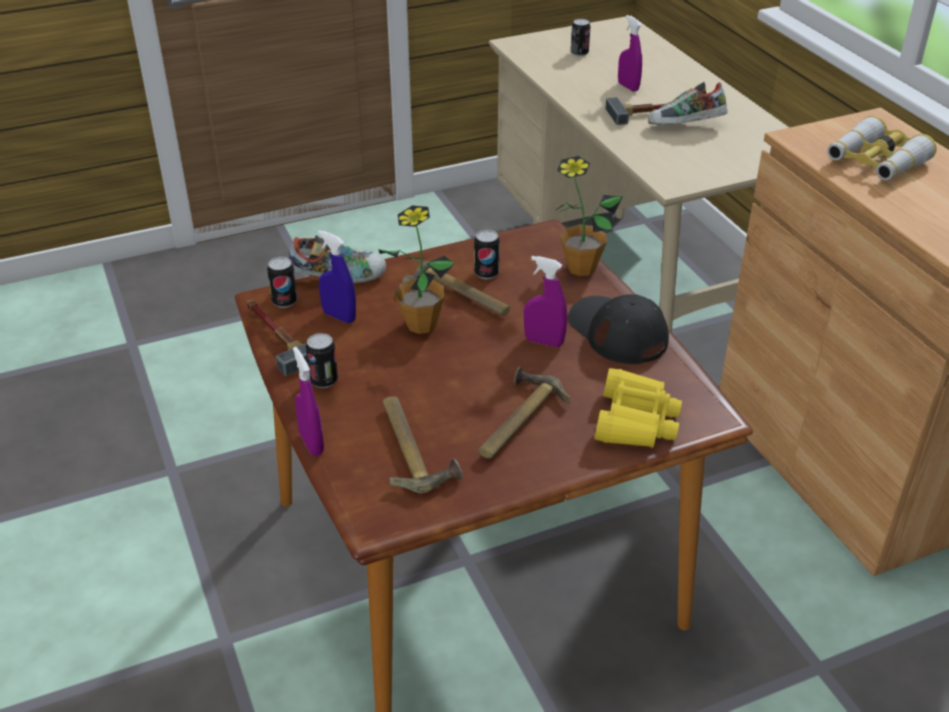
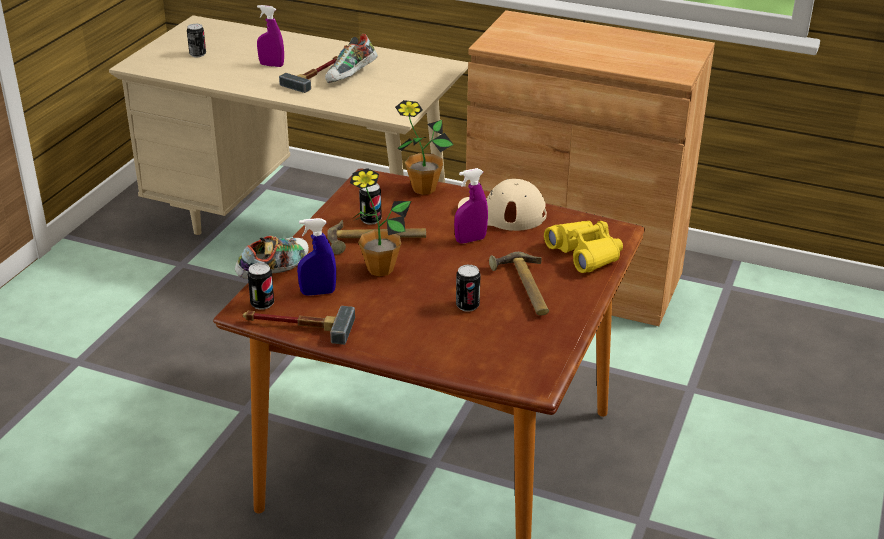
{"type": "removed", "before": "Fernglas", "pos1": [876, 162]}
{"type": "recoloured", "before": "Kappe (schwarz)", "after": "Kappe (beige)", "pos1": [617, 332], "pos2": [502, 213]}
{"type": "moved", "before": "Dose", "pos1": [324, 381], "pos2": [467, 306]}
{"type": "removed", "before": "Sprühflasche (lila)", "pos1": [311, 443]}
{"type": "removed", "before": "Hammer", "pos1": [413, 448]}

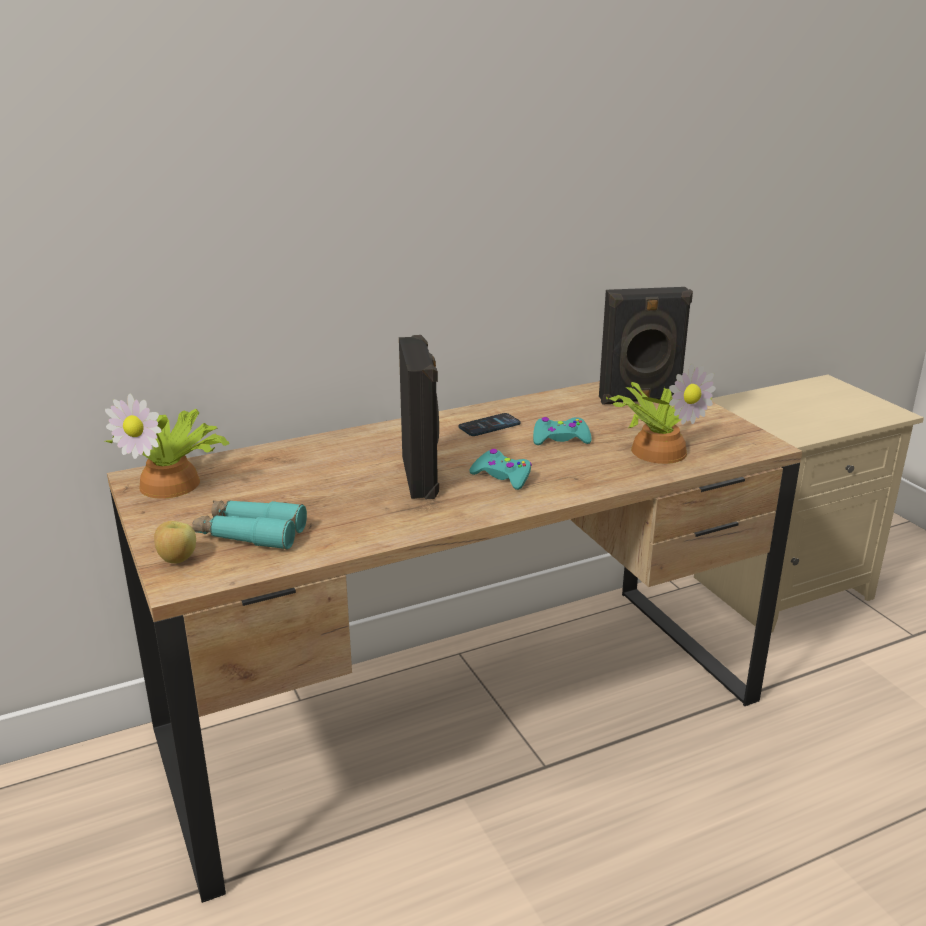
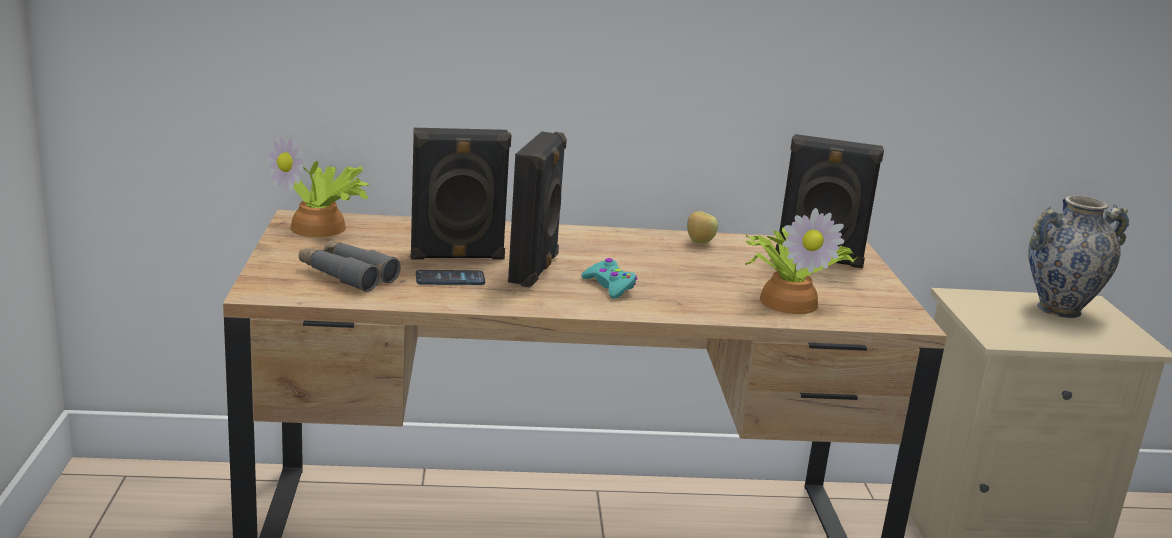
{"type": "moved", "before": "Handy", "pos1": [489, 426], "pos2": [450, 279]}
{"type": "removed", "before": "Gamepad (türkis)", "pos1": [560, 439]}
{"type": "recoloured", "before": "Fernglas (türkis)", "after": "Fernglas (grau)", "pos1": [250, 534], "pos2": [347, 275]}
{"type": "moved", "before": "Apfel", "pos1": [177, 560], "pos2": [699, 242]}
{"type": "added", "after": "Lautsprecher (schwarz)", "pos2": [457, 256]}
{"type": "added", "after": "Vase", "pos2": [1059, 309]}

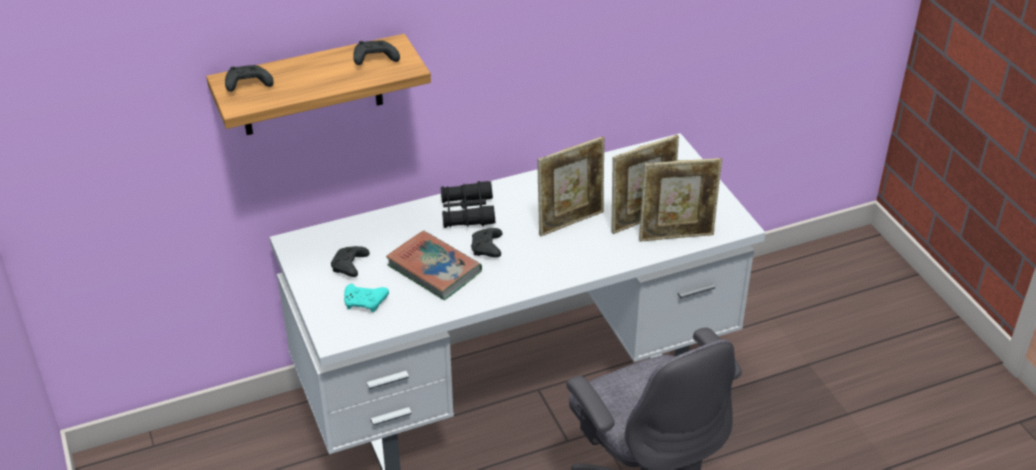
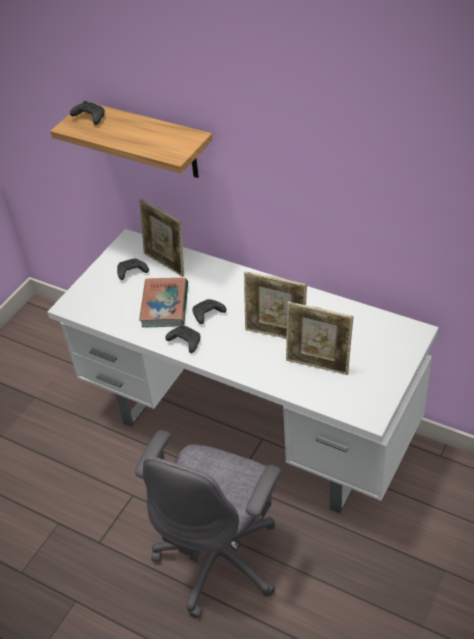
{"type": "moved", "before": "Gamepad (schwarz)", "pos1": [374, 60], "pos2": [184, 342]}
{"type": "moved", "before": "Bilderrahmen", "pos1": [676, 235], "pos2": [166, 263]}
{"type": "removed", "before": "Fernglas (schwarz)", "pos1": [467, 212]}
{"type": "removed", "before": "Gamepad (türkis)", "pos1": [365, 303]}

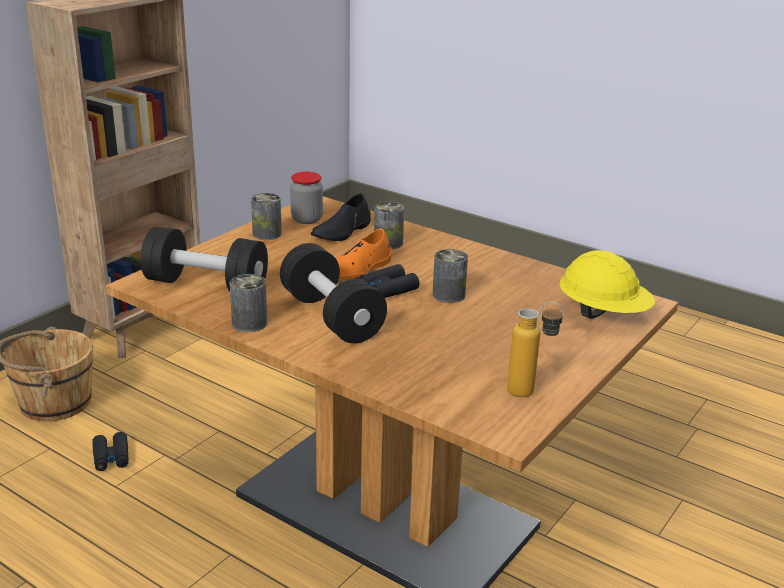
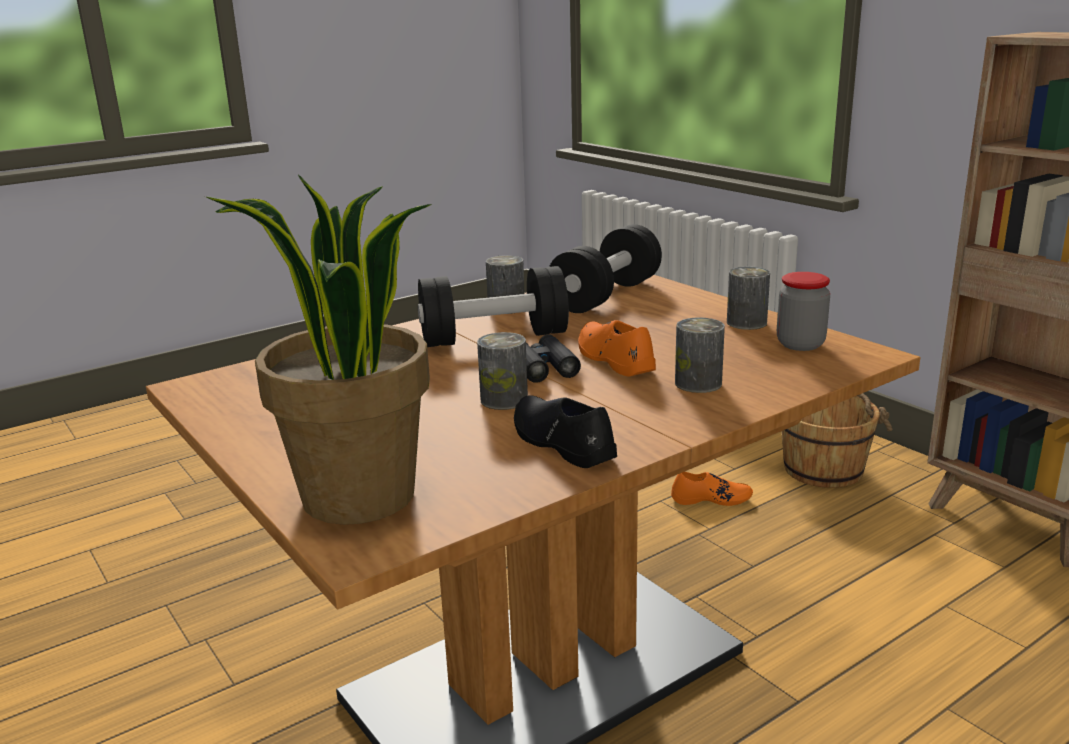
{"type": "moved", "before": "Schuh (schwarz)", "pos1": [342, 232], "pos2": [561, 442]}
{"type": "replaced", "before": "Schutzhelm (gelb)", "after": "Topfpflanze", "pos1": [603, 314], "pos2": [357, 497]}
{"type": "removed", "before": "Flasche", "pos1": [530, 395]}
{"type": "replaced", "before": "Fernglas (schwarz)", "after": "Schuh (orange)", "pos1": [111, 457], "pos2": [711, 499]}

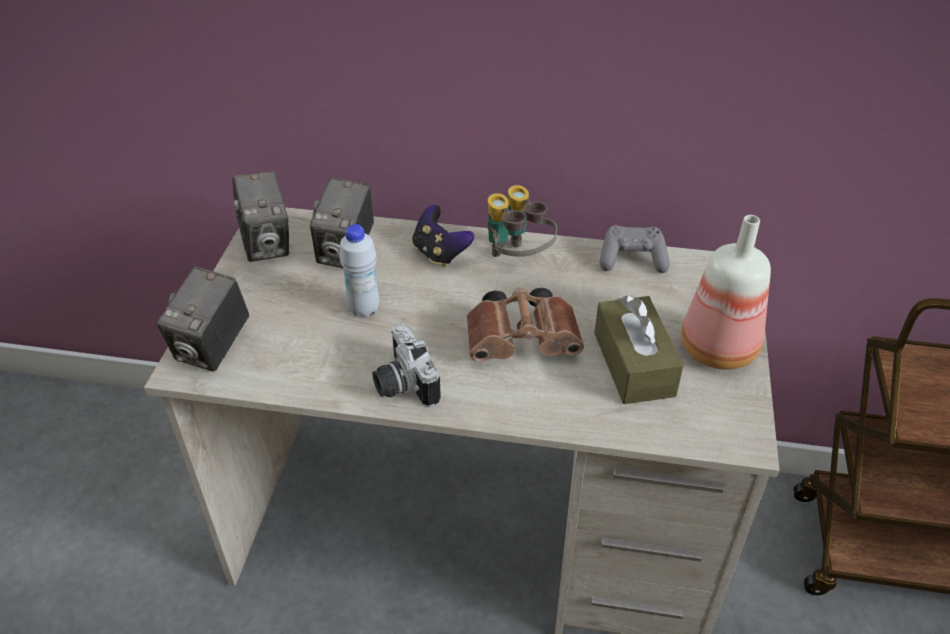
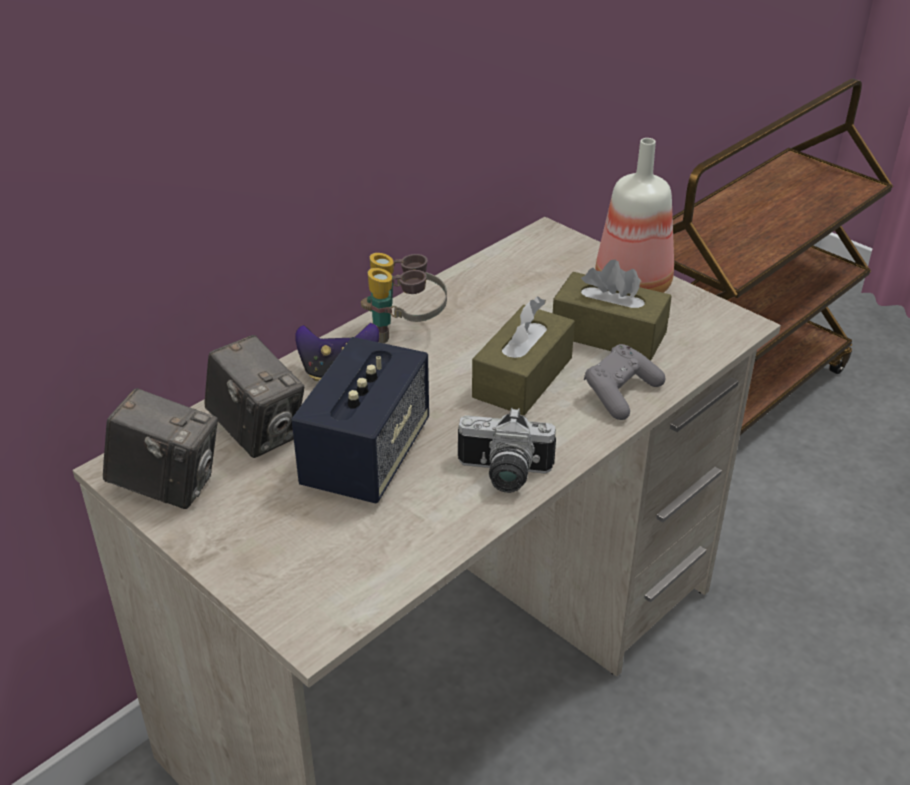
{"type": "replaced", "before": "Flasche (weiß)", "after": "Lautsprecher", "pos1": [364, 309], "pos2": [366, 456]}
{"type": "moved", "before": "Gamepad (grau)", "pos1": [632, 260], "pos2": [620, 393]}
{"type": "removed", "before": "Kamera", "pos1": [213, 348]}
{"type": "replaced", "before": "Fernglas (braun)", "after": "Taschentuchbox (braun)", "pos1": [525, 342], "pos2": [522, 377]}

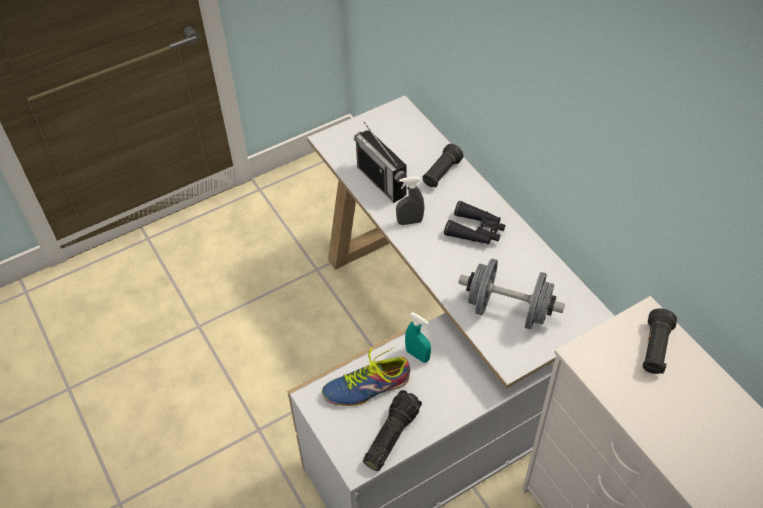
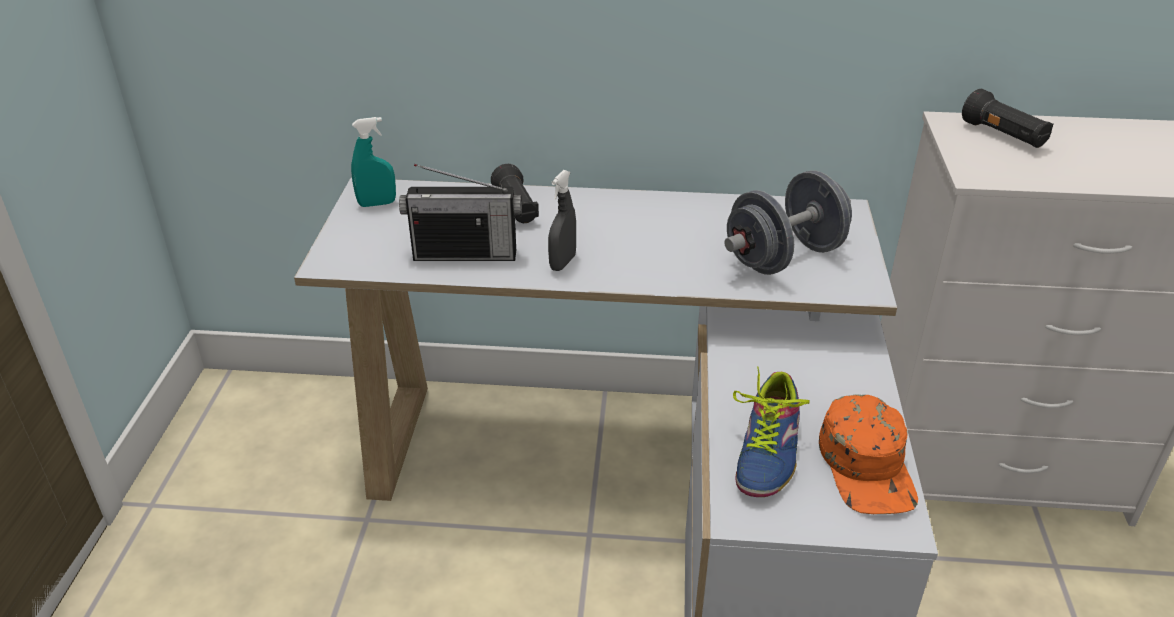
{"type": "removed", "before": "Fernglas (schwarz)", "pos1": [476, 230]}
{"type": "moved", "before": "Sprühflasche (türkis)", "pos1": [417, 355], "pos2": [377, 204]}
{"type": "replaced", "before": "Taschenlampe", "after": "Kappe (orange)", "pos1": [390, 435], "pos2": [867, 466]}

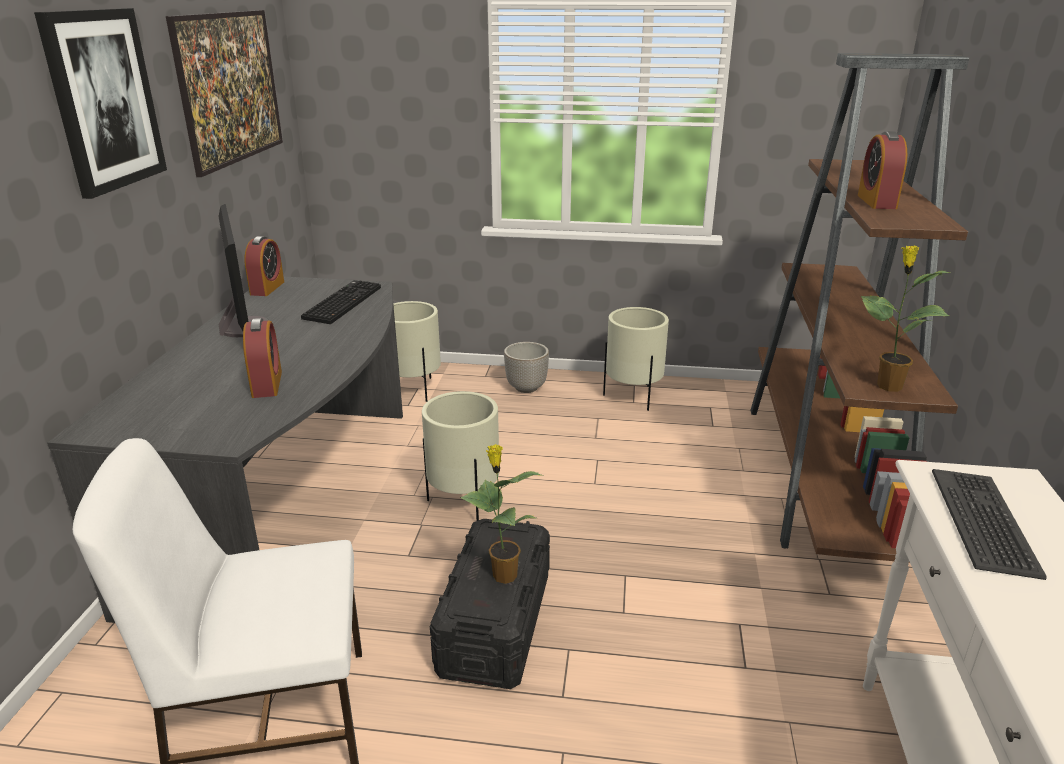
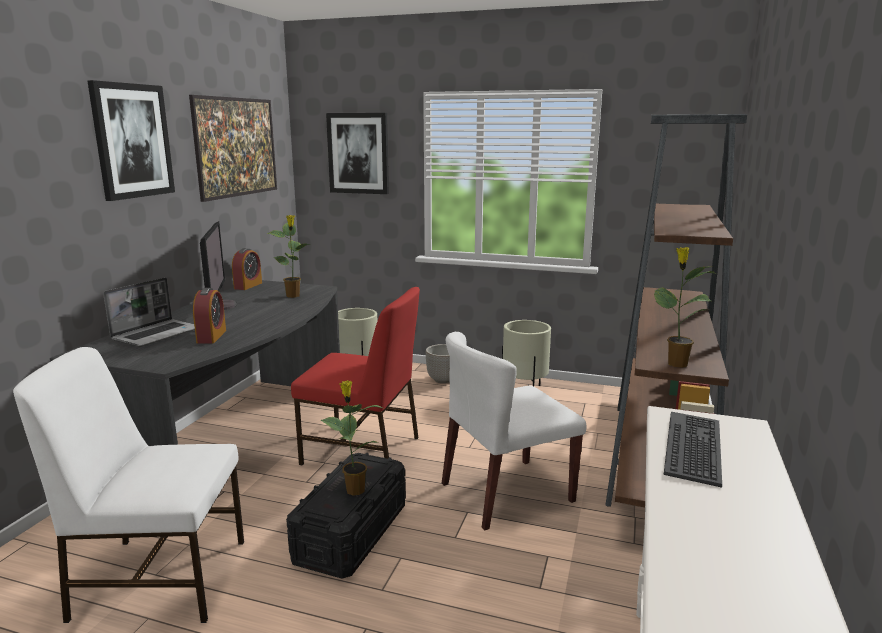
{"type": "removed", "before": "Wecker", "pos1": [876, 202]}
{"type": "replaced", "before": "Tastatur", "after": "Topfpflanze", "pos1": [342, 302], "pos2": [293, 296]}
{"type": "replaced", "before": "Pflanzkübel (beige)", "after": "Stuhl (rot)", "pos1": [464, 503], "pos2": [363, 451]}
{"type": "added", "after": "Bild", "pos2": [358, 153]}
{"type": "added", "after": "Laptop", "pos2": [157, 334]}
{"type": "added", "after": "Stuhl (weiß)", "pos2": [506, 492]}

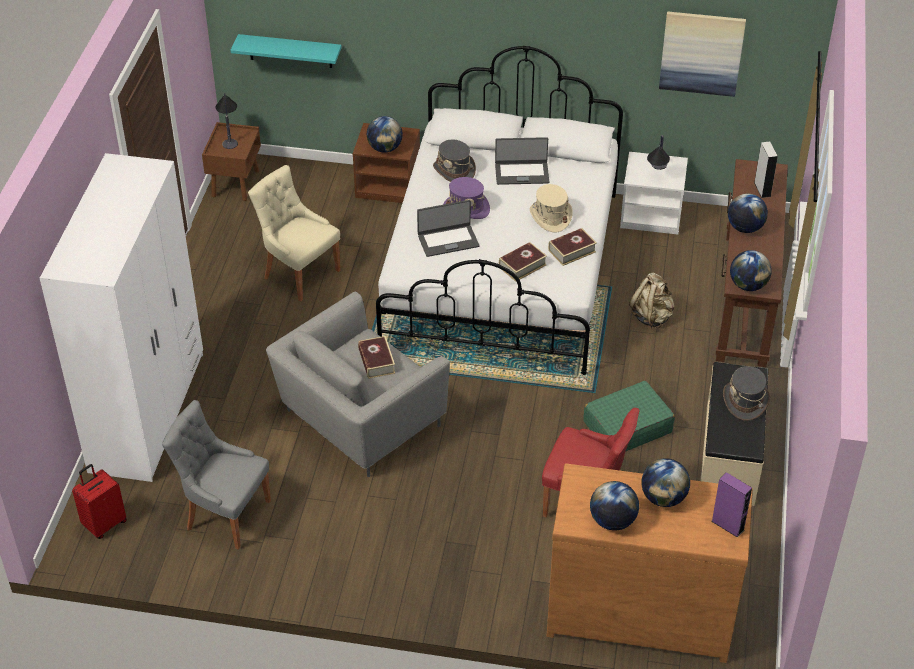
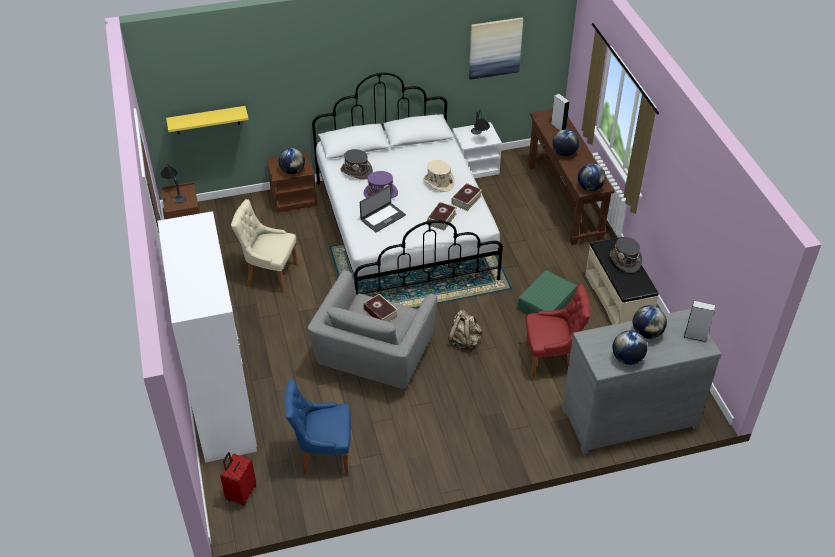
{"type": "recoloured", "before": "Wandregal (türkis)", "after": "Wandregal (gelb)", "pos1": [290, 51], "pos2": [207, 120]}
{"type": "removed", "before": "Laptop", "pos1": [522, 173]}
{"type": "moved", "before": "Rucksack (beige)", "pos1": [652, 316], "pos2": [465, 341]}
{"type": "recoloured", "before": "Stuhl (grau)", "after": "Stuhl (blau)", "pos1": [225, 514], "pos2": [323, 454]}
{"type": "recoloured", "before": "Kommode (braun)", "after": "Kommode (grau)", "pos1": [639, 610], "pos2": [627, 415]}
{"type": "recoloured", "before": "Lautsprecher (lila)", "after": "Lautsprecher (grau)", "pos1": [727, 525], "pos2": [695, 336]}

